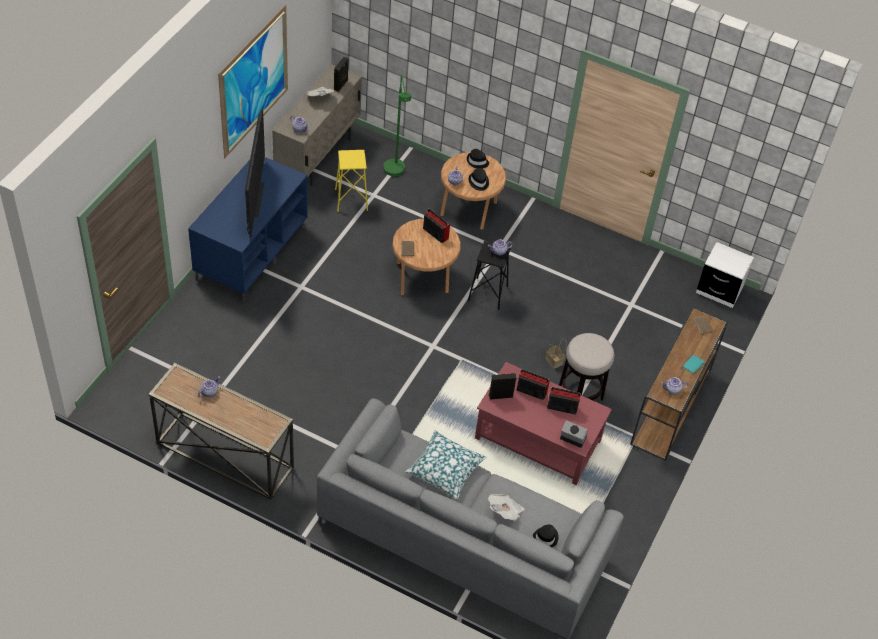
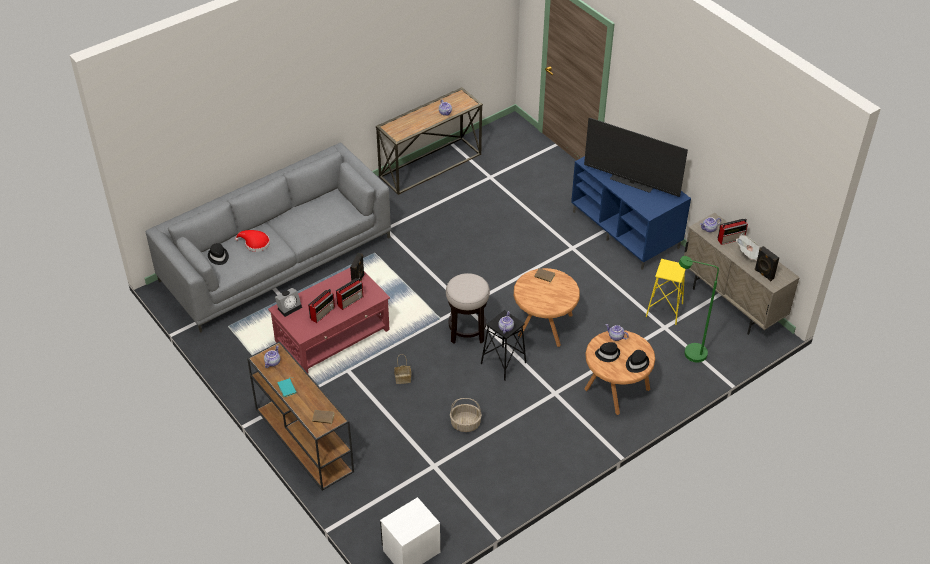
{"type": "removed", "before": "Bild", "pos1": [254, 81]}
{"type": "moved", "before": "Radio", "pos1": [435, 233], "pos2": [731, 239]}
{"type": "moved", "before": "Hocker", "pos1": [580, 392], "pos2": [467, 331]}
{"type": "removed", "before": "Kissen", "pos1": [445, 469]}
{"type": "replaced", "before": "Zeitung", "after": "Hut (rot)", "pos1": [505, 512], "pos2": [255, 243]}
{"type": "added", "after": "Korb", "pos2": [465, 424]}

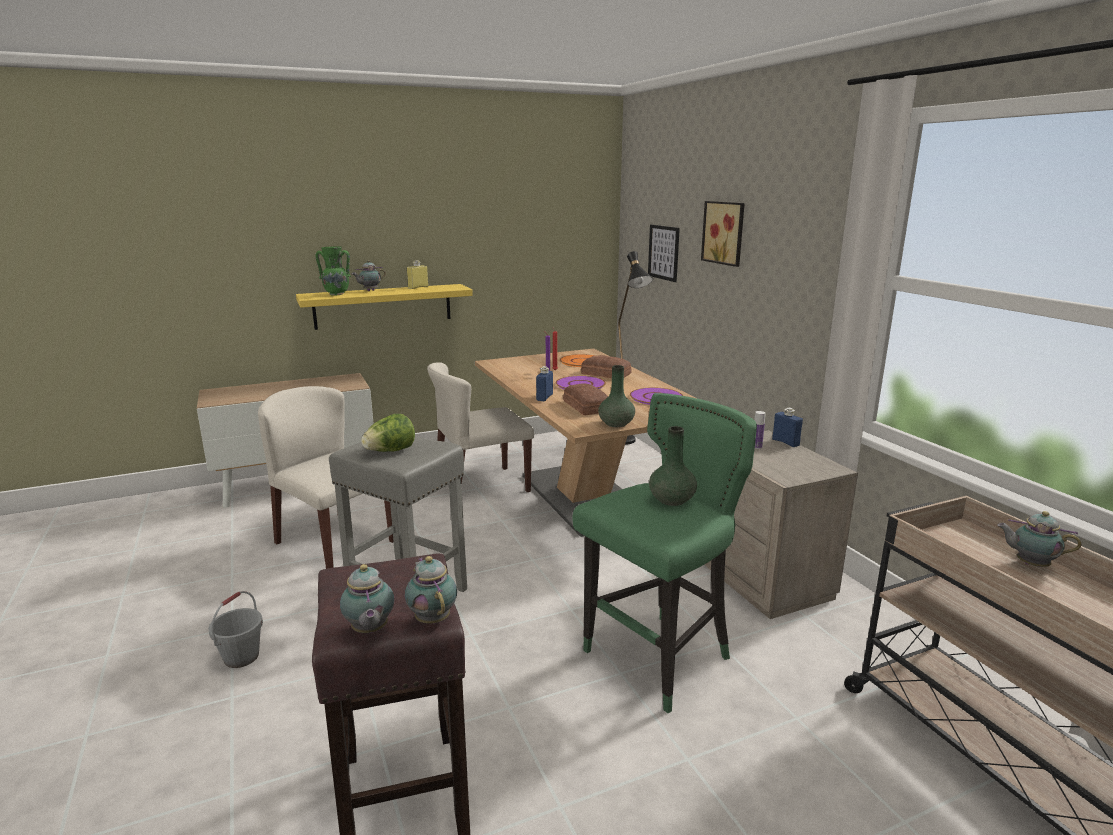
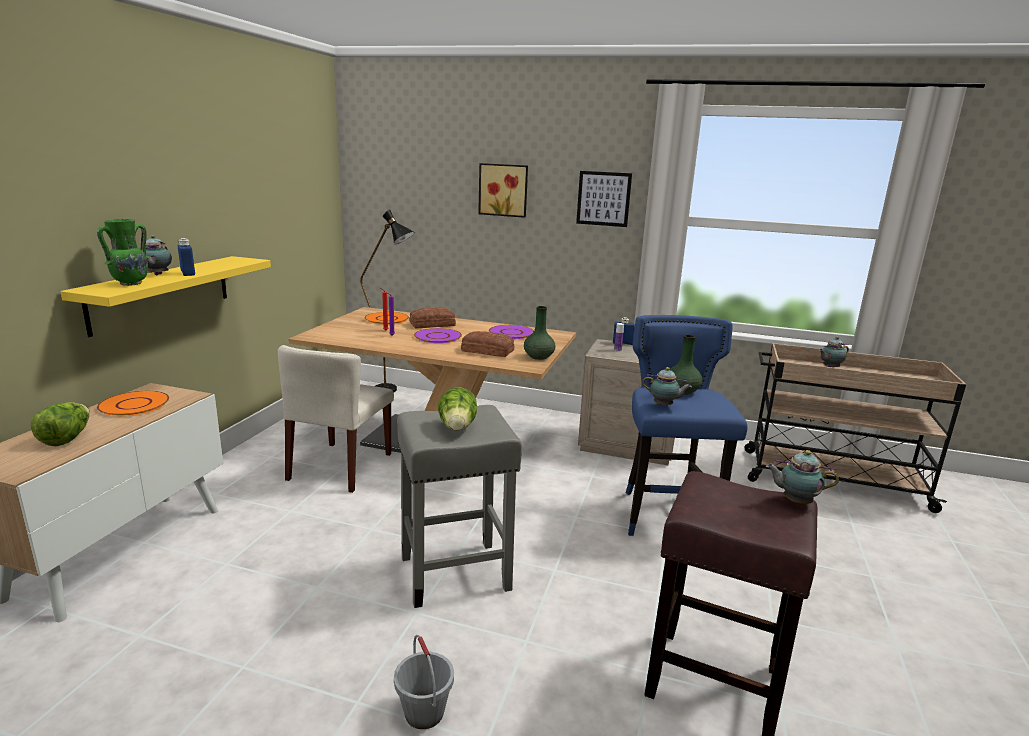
{"type": "moved", "before": "Bild", "pos1": [663, 252], "pos2": [603, 198]}
{"type": "removed", "before": "Flasche (gelb)", "pos1": [418, 287]}
{"type": "moved", "before": "Flasche (blau)", "pos1": [544, 397], "pos2": [188, 273]}
{"type": "removed", "before": "Stuhl (beige)", "pos1": [334, 541]}
{"type": "recoloured", "before": "Hocker (grün)", "after": "Hocker (blau)", "pos1": [658, 660], "pos2": [667, 516]}
{"type": "moved", "before": "Teekanne", "pos1": [369, 631], "pos2": [664, 406]}
{"type": "added", "after": "Teller (orange)", "pos2": [133, 405]}
{"type": "added", "after": "Salatkopf", "pos2": [66, 438]}

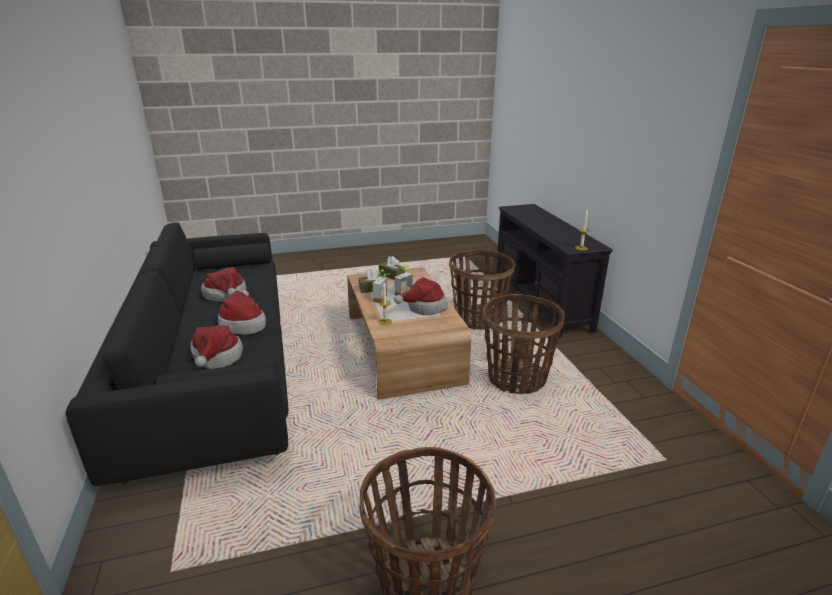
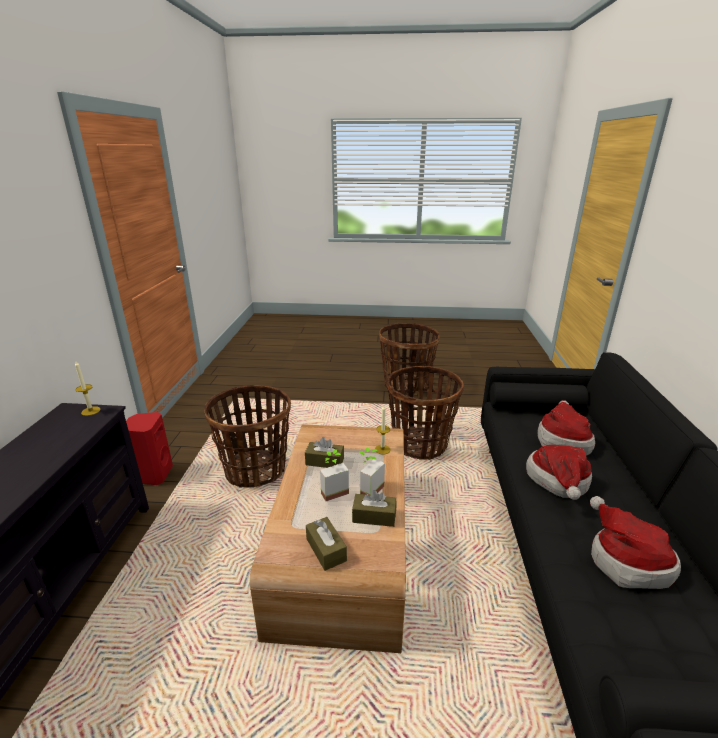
{"type": "moved", "before": "Korb", "pos1": [478, 319], "pos2": [420, 444]}
{"type": "replaced", "before": "Hut", "after": "Taschentuchbox (braun)", "pos1": [424, 307], "pos2": [325, 461]}
{"type": "added", "after": "Lautsprecher (rot)", "pos2": [154, 475]}

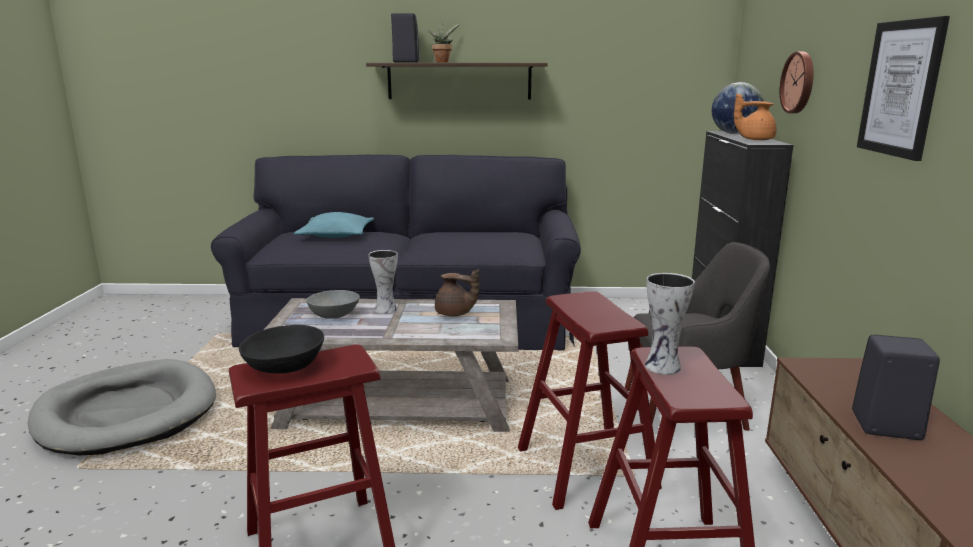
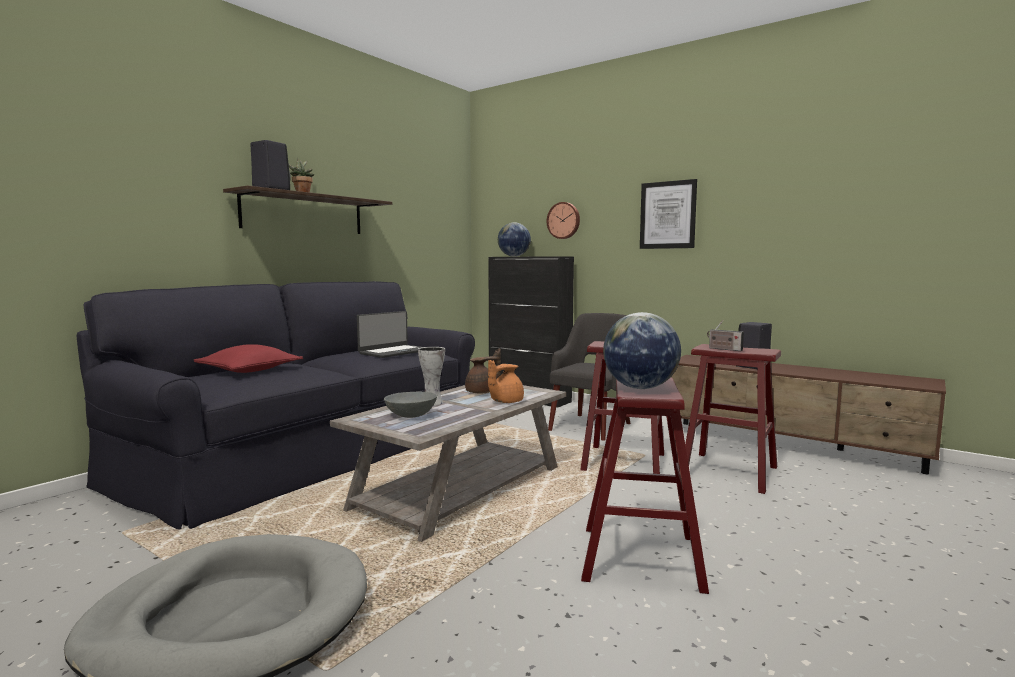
{"type": "moved", "before": "Teekanne (orange)", "pos1": [754, 139], "pos2": [505, 402]}
{"type": "recoloured", "before": "Kissen (türkis)", "after": "Kissen (rot)", "pos1": [336, 235], "pos2": [249, 370]}
{"type": "replaced", "before": "Vase", "after": "Radio", "pos1": [664, 367], "pos2": [723, 349]}
{"type": "replaced", "before": "Schüssel (schwarz)", "after": "Globus", "pos1": [285, 366], "pos2": [640, 388]}
{"type": "added", "after": "Laptop", "pos2": [394, 352]}

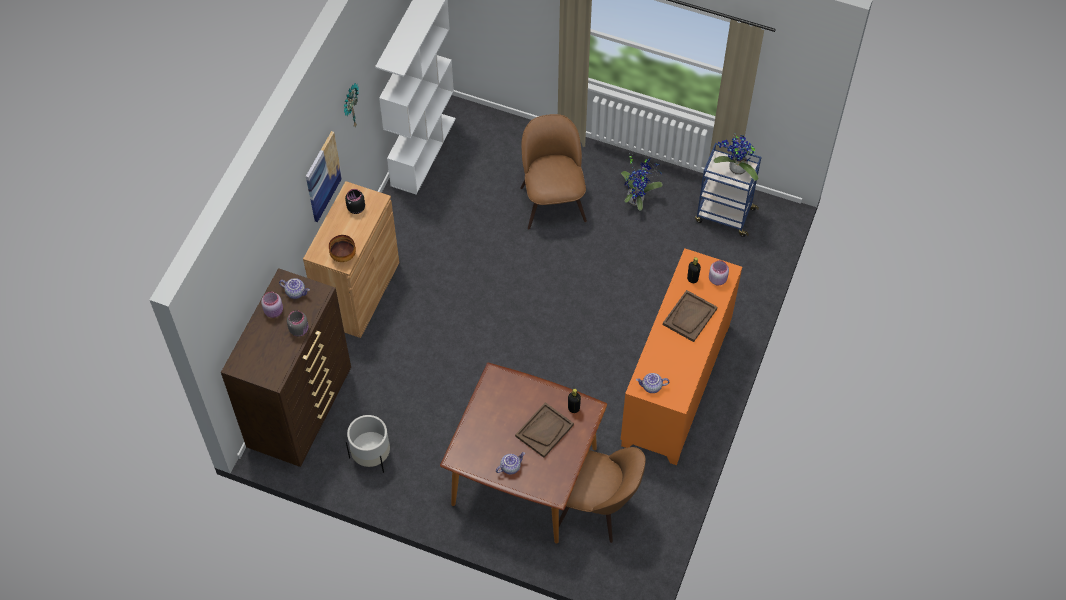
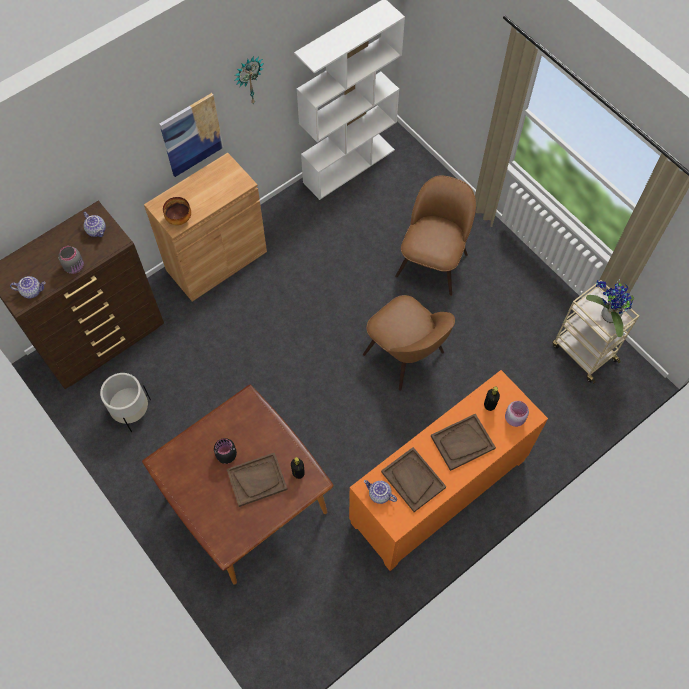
{"type": "recoloured", "before": "Rollwagen (blau)", "after": "Rollwagen (beige)", "pos1": [724, 215], "pos2": [583, 352]}
{"type": "removed", "before": "Topfpflanze", "pos1": [637, 199]}
{"type": "moved", "before": "Vorratsglas (schwarz)", "pos1": [355, 208], "pos2": [226, 455]}
{"type": "removed", "before": "Vorratsglas (rosa)", "pos1": [274, 311]}
{"type": "moved", "before": "Stuhl (braun)", "pos1": [597, 506], "pos2": [406, 356]}
{"type": "moved", "before": "Teekanne", "pos1": [510, 466], "pos2": [32, 291]}
{"type": "added", "after": "Tablett (braun)", "pos2": [413, 480]}

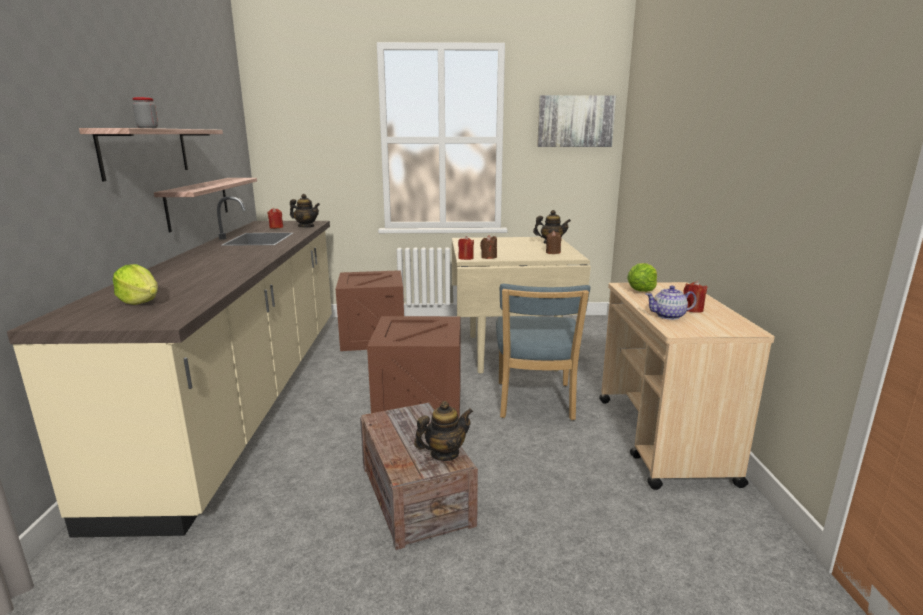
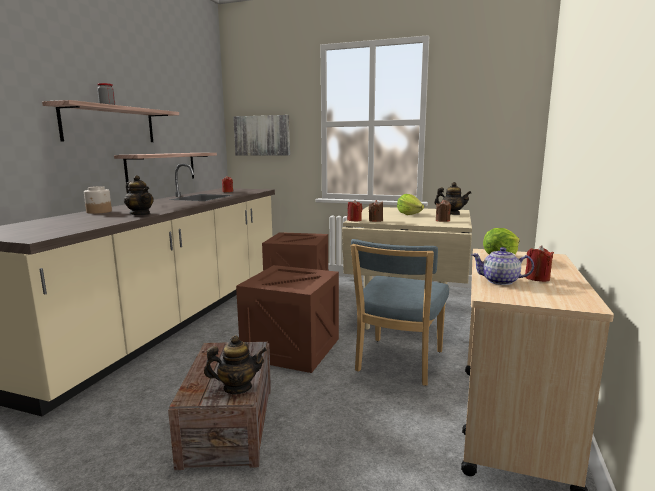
{"type": "moved", "before": "Bild", "pos1": [575, 121], "pos2": [262, 135]}
{"type": "moved", "before": "Teekanne", "pos1": [306, 227], "pos2": [140, 214]}
{"type": "moved", "before": "Salatkopf", "pos1": [140, 302], "pos2": [409, 214]}
{"type": "added", "after": "Vorratsglas", "pos2": [99, 212]}

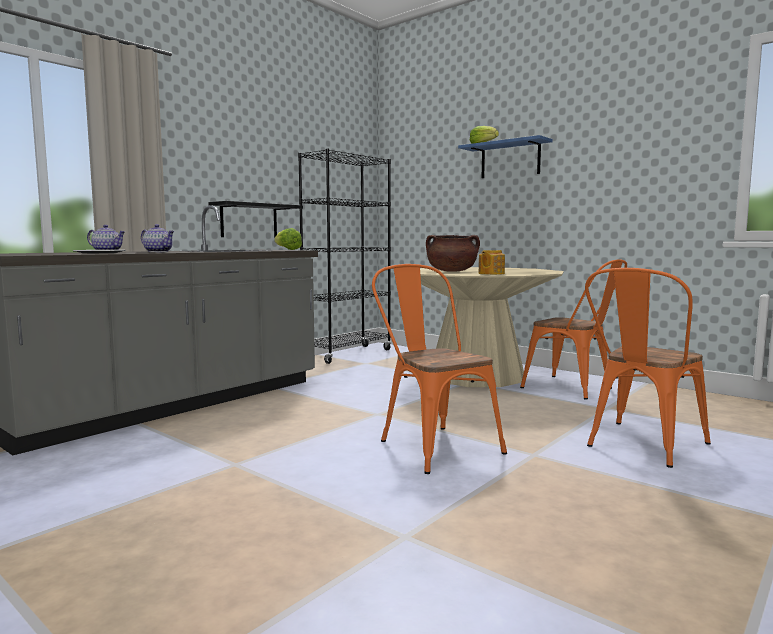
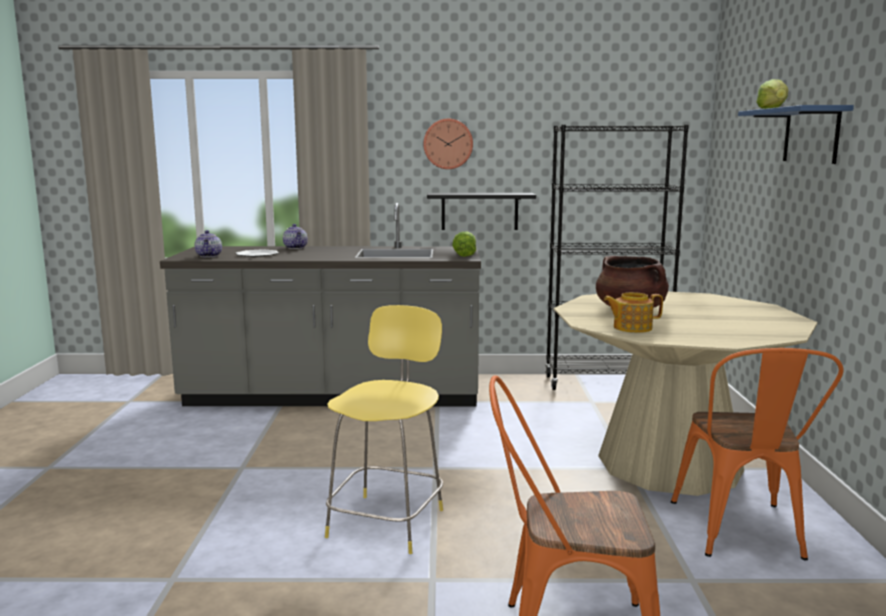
{"type": "moved", "before": "Teekanne", "pos1": [159, 252], "pos2": [209, 256]}
{"type": "replaced", "before": "Stuhl (orange)", "after": "Hocker (gelb)", "pos1": [433, 444], "pos2": [388, 521]}
{"type": "added", "after": "Wanduhr", "pos2": [448, 144]}

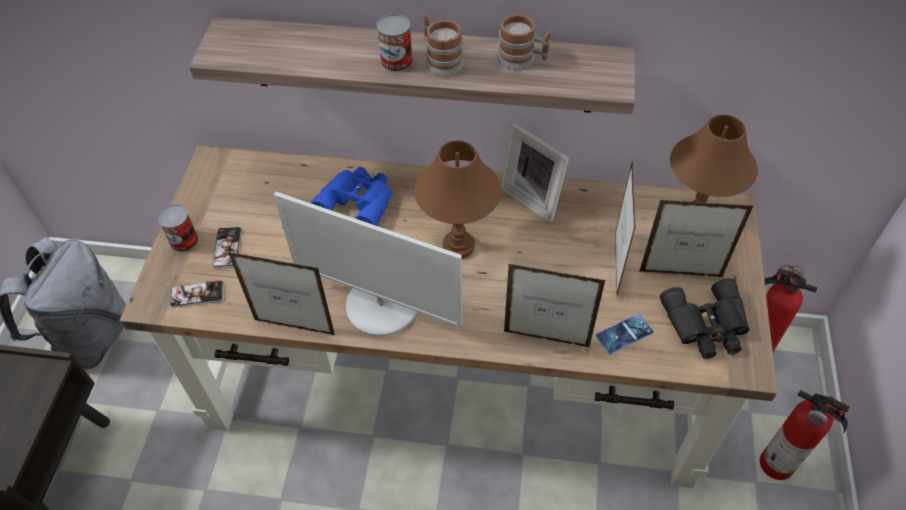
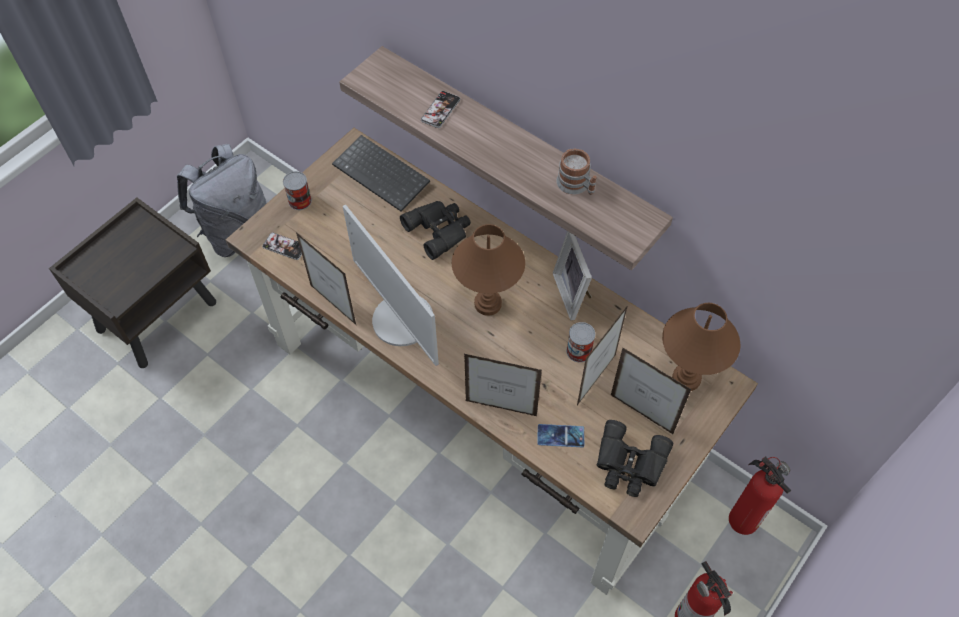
{"type": "moved", "before": "Dose", "pos1": [396, 61], "pos2": [579, 351]}
{"type": "removed", "before": "Henkelbecher", "pos1": [440, 60]}
{"type": "recoloured", "before": "Fernglas (blau)", "after": "Fernglas (schwarz)", "pos1": [358, 200], "pos2": [439, 229]}
{"type": "moved", "before": "Handy", "pos1": [227, 248], "pos2": [440, 110]}
{"type": "turned", "before": "Bilderrahmen", "pos1": [546, 339], "pos2": [500, 408], "turn": 150}
{"type": "added", "after": "Tastatur", "pos2": [383, 174]}

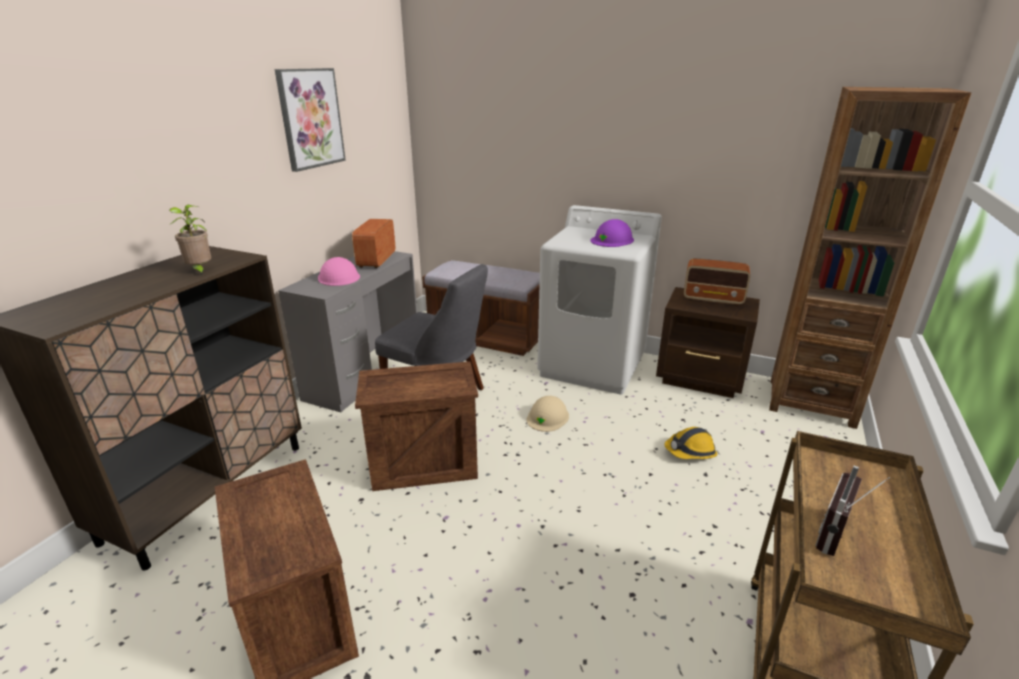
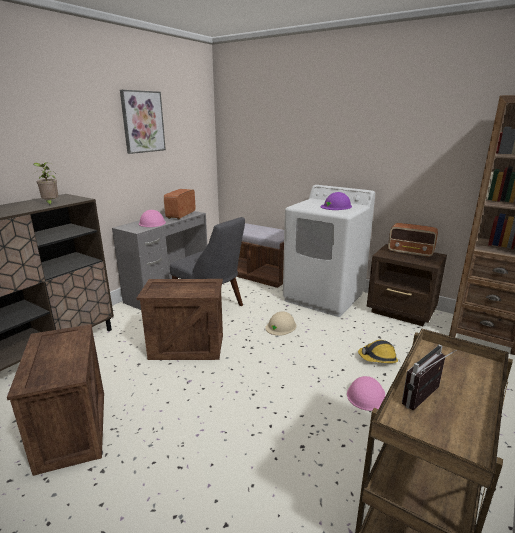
{"type": "added", "after": "Schutzhelm (rosa)", "pos2": [366, 395]}

